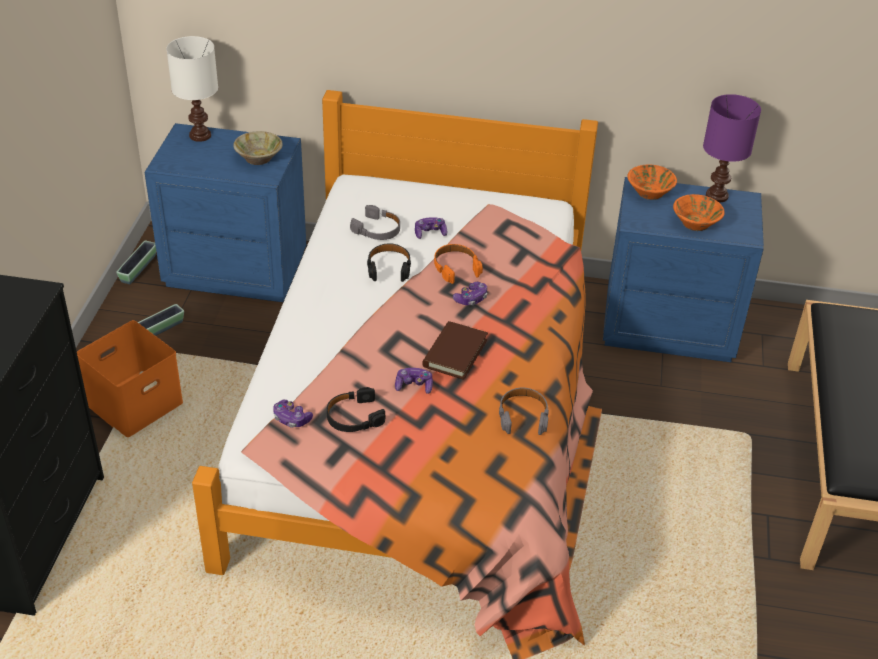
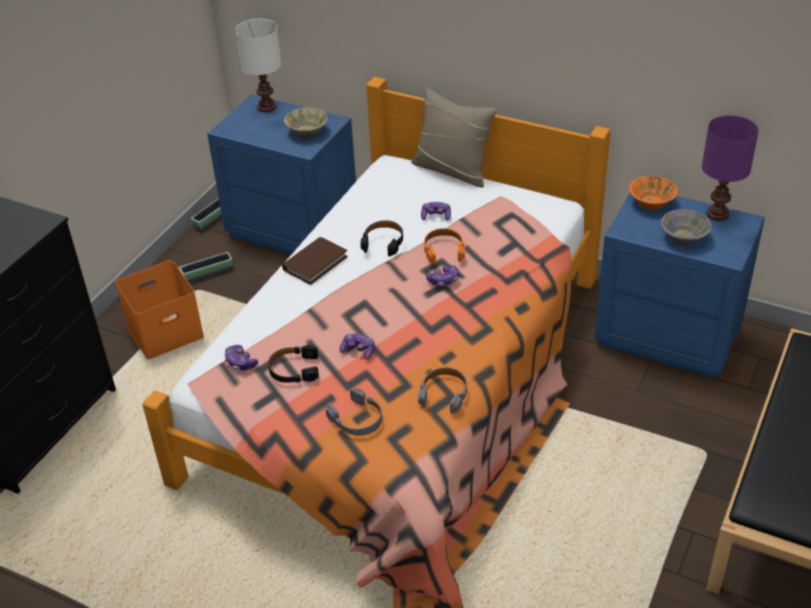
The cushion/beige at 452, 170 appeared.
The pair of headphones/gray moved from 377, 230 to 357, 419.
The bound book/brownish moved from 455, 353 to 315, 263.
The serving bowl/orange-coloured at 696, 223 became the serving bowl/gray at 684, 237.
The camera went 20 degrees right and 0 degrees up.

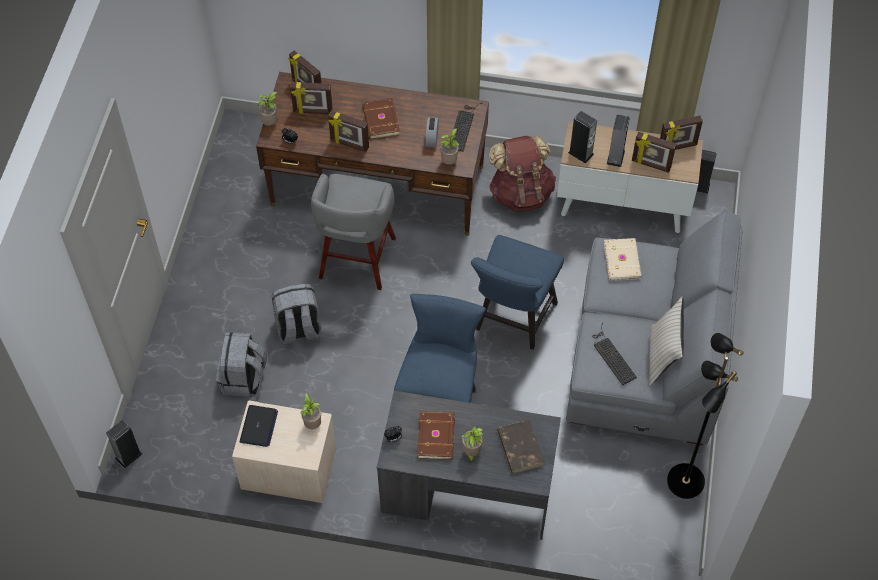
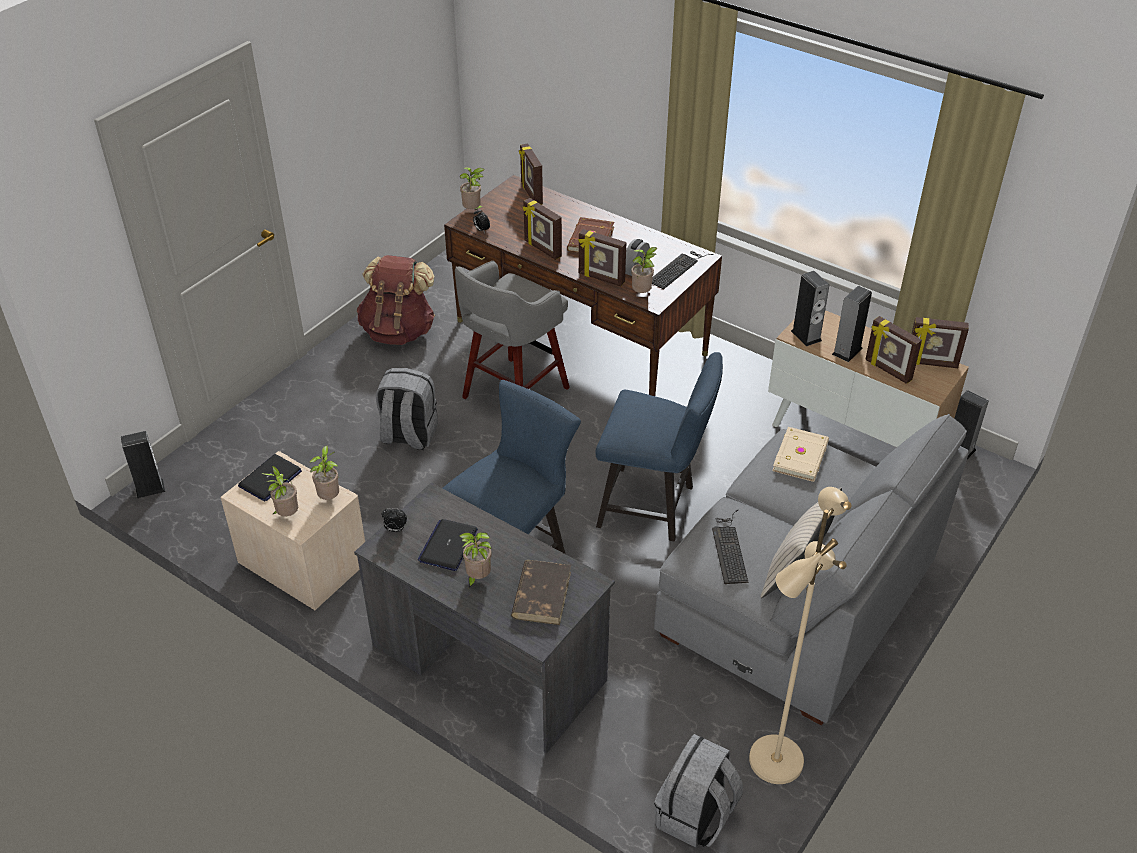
The houseplant at 286, 515 appeared.
The knapsack/gray moved from 244, 379 to 695, 816.
The photo frame moved from 313, 111 to 601, 278.
The knapsack/brownish moved from 521, 193 to 399, 331.
The bound book/brownish at 437, 436 was replaced by the notebook computer at 448, 545.
The floor lamp/black-coloured at 684, 481 became the floor lamp/beige at 774, 759.
The plain chair/blue-coloured at 513, 320 turned 120 degrees counterclockwise.
The camera went 25 degrees right and 15 degrees down.

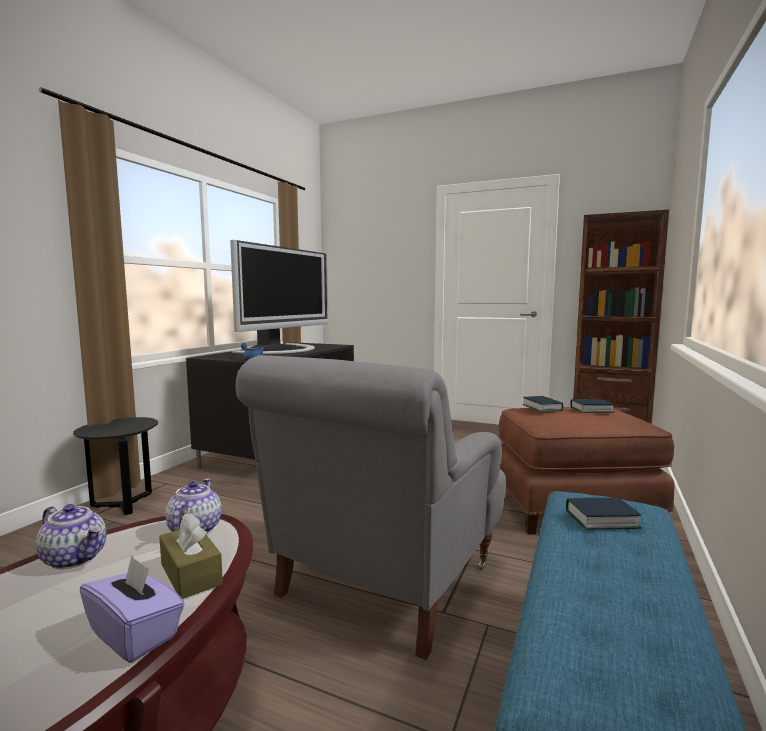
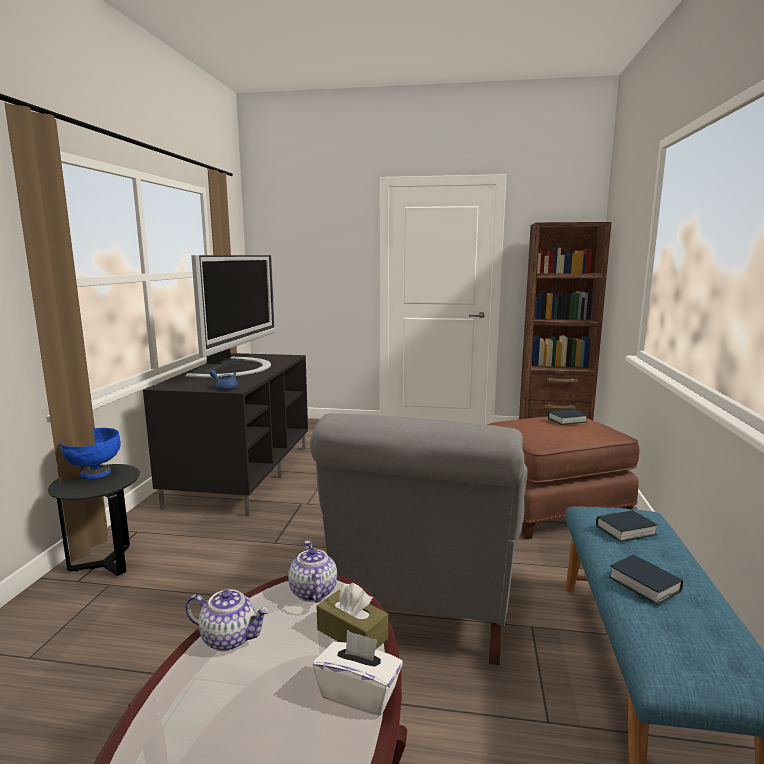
The serving bowl/blue-coloured at 94, 474 appeared.
The bound book moved from 542, 408 to 644, 584.
The box of tissues/purple at 135, 634 became the box of tissues/whitish at 359, 693.
The camera went 15 degrees left and 5 degrees up.

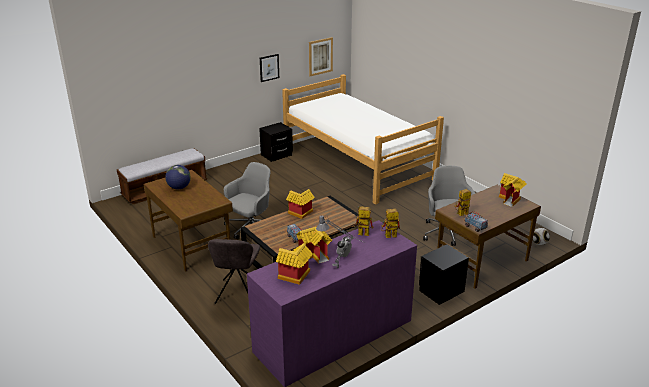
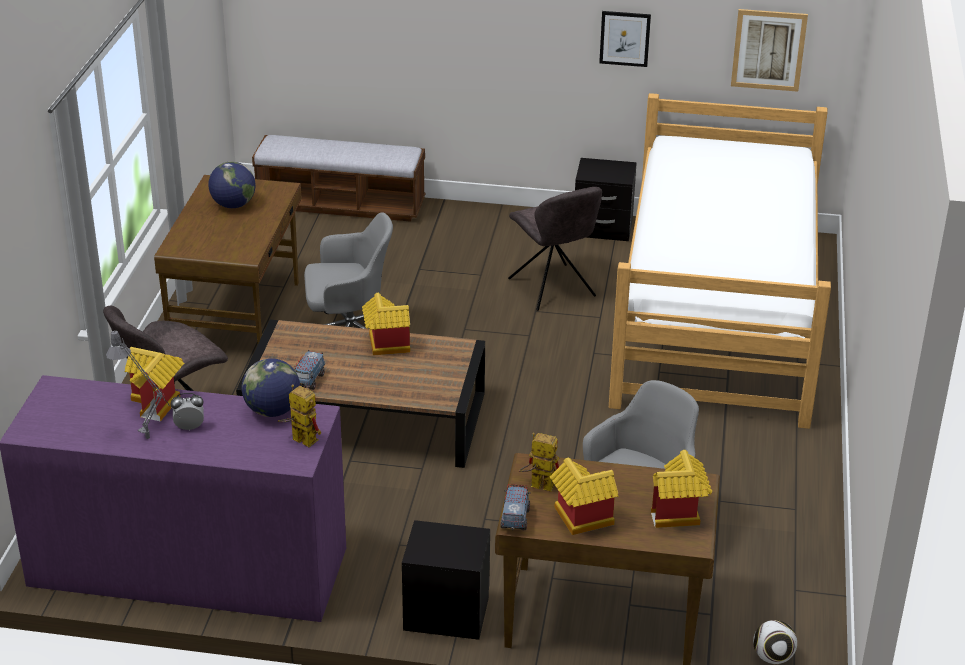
The plain chair/gray at 553, 289 appeared.
The toy house moved from 294, 277 to 579, 520.
The toy robot at 360, 234 was replaced by the world globe at 272, 411.
The camera went 45 degrees right and 5 degrees up.

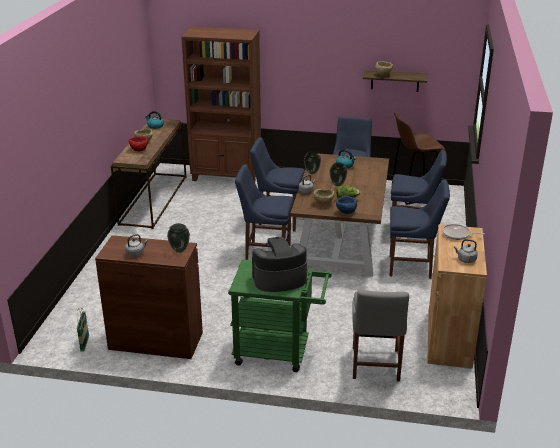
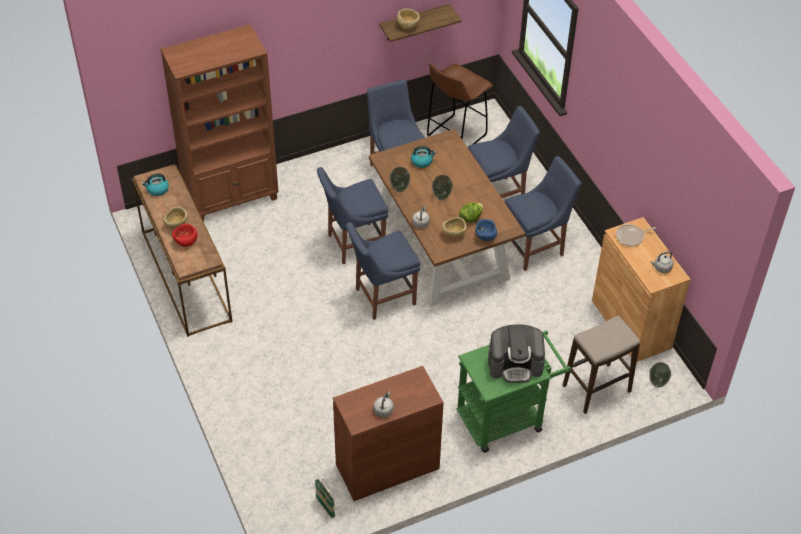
The flower vase moved from 180, 250 to 657, 383.
The plain chair/gray at 375, 366 was replaced by the stool seat at 597, 389.
The coffee brewer at 279, 279 turned 135 degrees counterclockwise.
The camera went 35 degrees left and 20 degrees up.

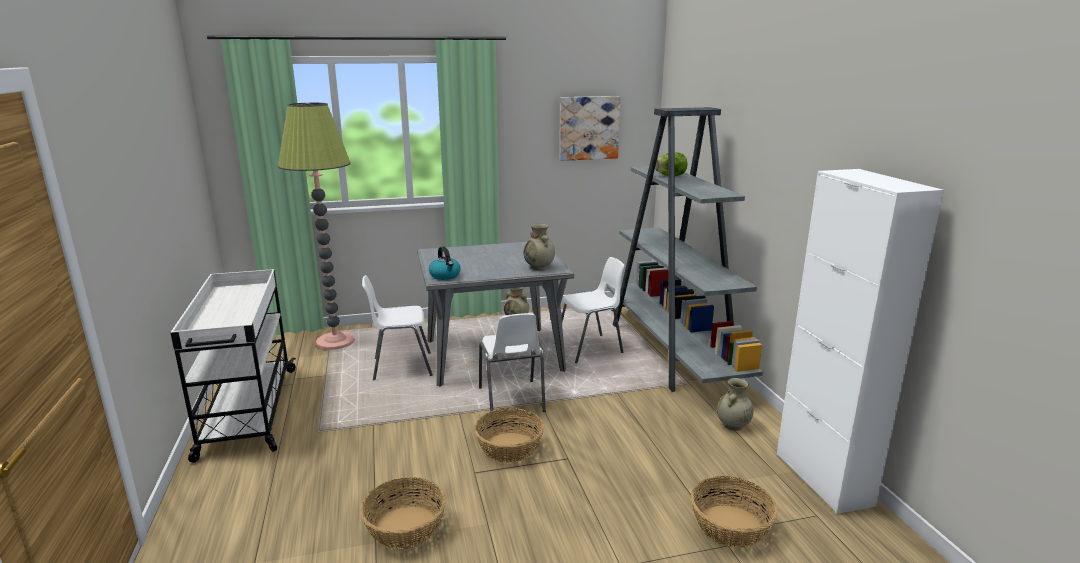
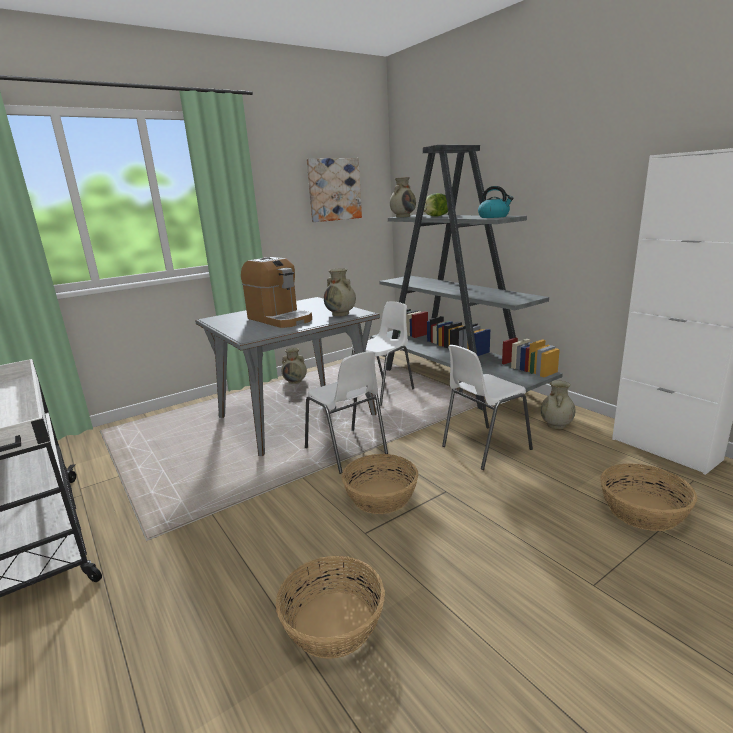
The floor lamp at 335, 342 disappeared.
The coffee brewer at 279, 319 appeared.
The flower vase/beige at 403, 216 appeared.
The plain chair/whitish moved from 401, 367 to 483, 448.
The kettle moved from 445, 276 to 494, 217.
The camera went 20 degrees left and 0 degrees up.

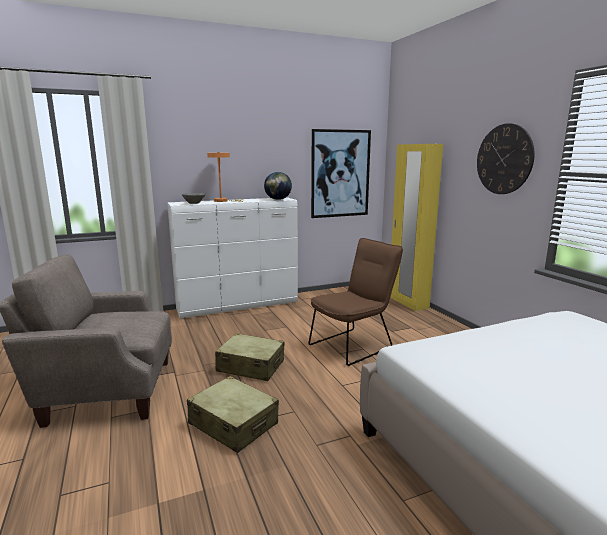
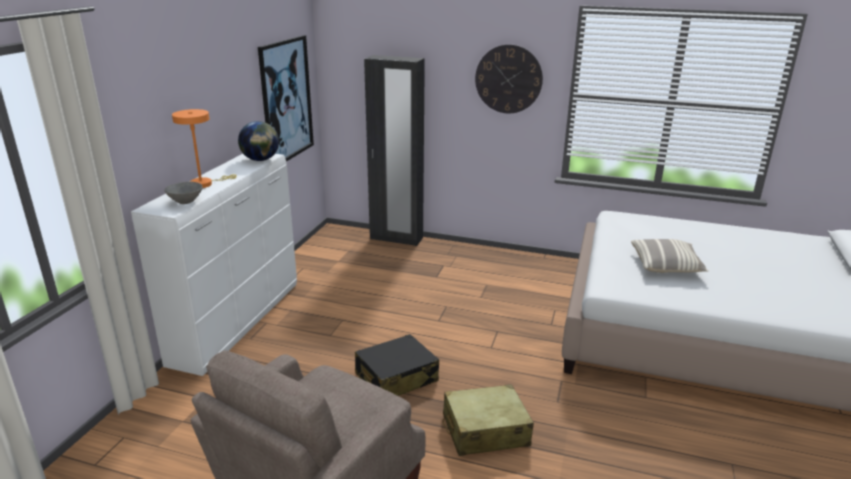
The plain chair/brownish at 354, 345 disappeared.
The cushion at 666, 266 appeared.
The suitcase/beige at 250, 366 became the suitcase/black-coloured at 396, 378.
The wardrobe/yellowish at 408, 302 became the wardrobe/black-coloured at 396, 238.
The camera went 50 degrees left and 10 degrees up.

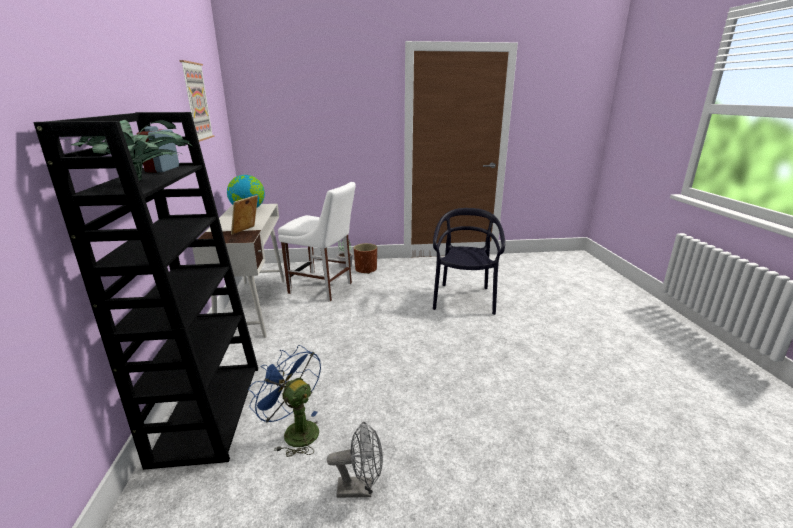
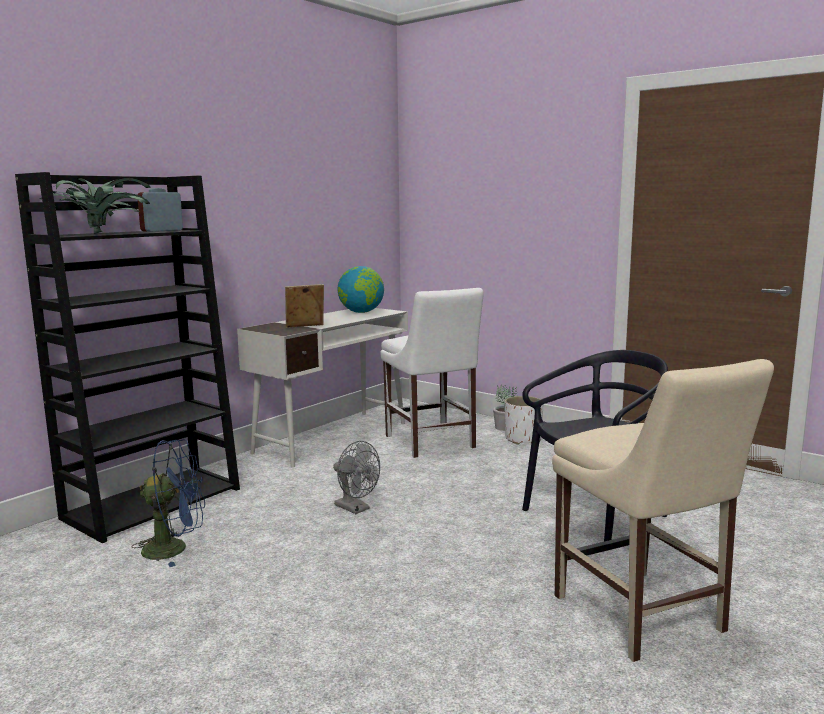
The wall art at 196, 102 disappeared.
The plain chair/beige at 642, 617 appeared.
The fan/gray moved from 361, 488 to 356, 509.
The flower pot/brownish at 366, 269 became the flower pot/whitish at 523, 439.
The fan/blue-coloured at 295, 431 turned 90 degrees clockwise.
The camera went 45 degrees right and 10 degrees down.

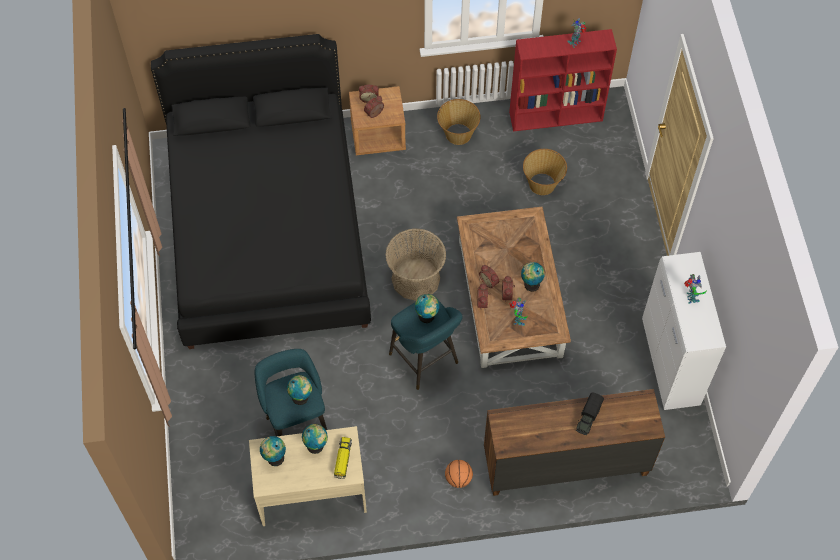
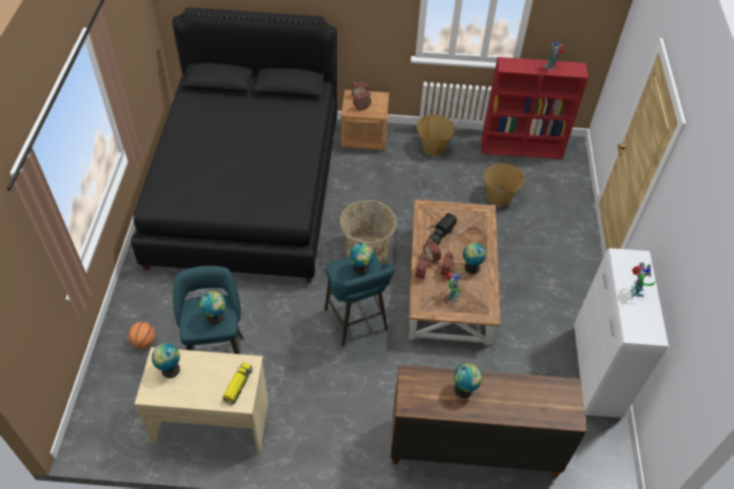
The world globe moved from 316, 445 to 465, 390.
The basketball ball moved from 458, 478 to 144, 342.
The toy lorry moved from 588, 418 to 441, 234.
The camera went 10 degrees right and 10 degrees down.

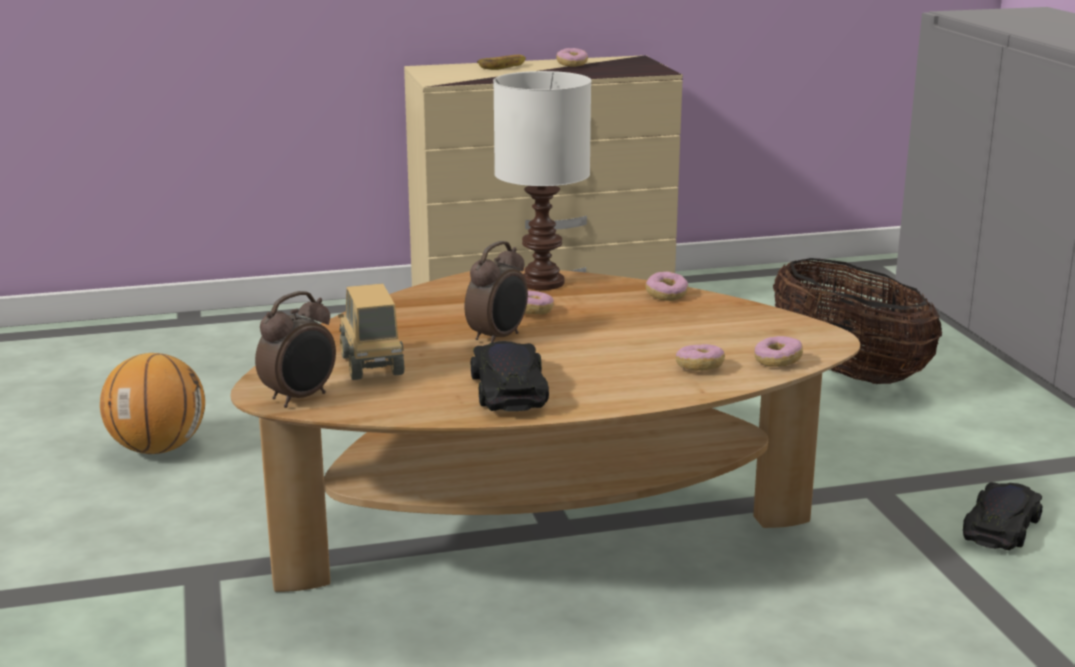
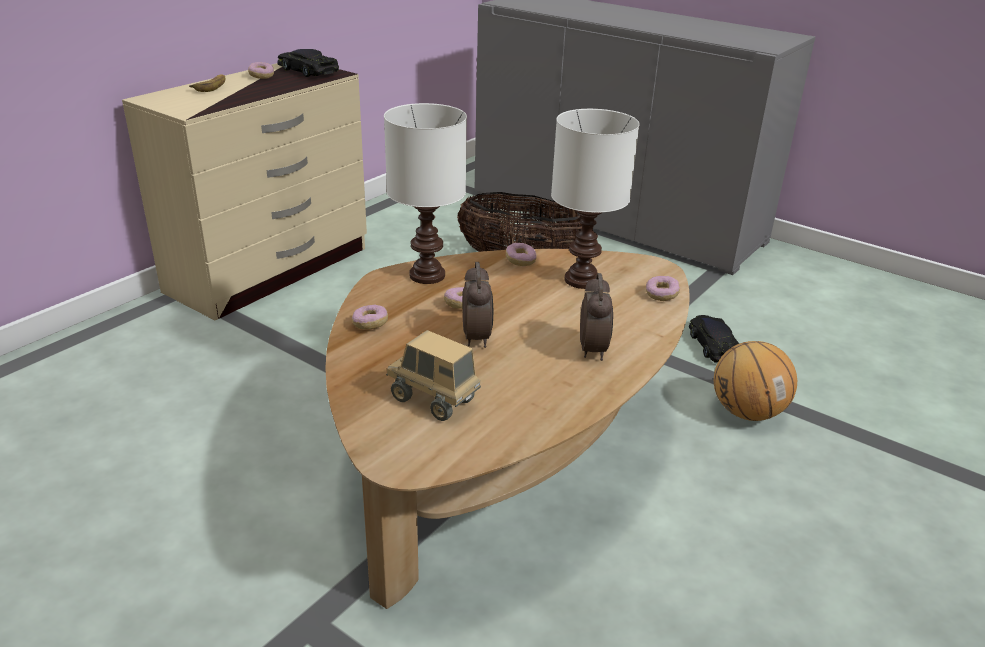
The lamp for a table/whitish at 582, 281 appeared.
The basketball ball moved from 158, 448 to 746, 412.
The table clock moved from 300, 398 to 593, 350.
The model car/black-coloured moved from 509, 388 to 307, 70.
The doughnut moved from 699, 367 to 370, 324.
The camera went 40 degrees left and 10 degrees up.

